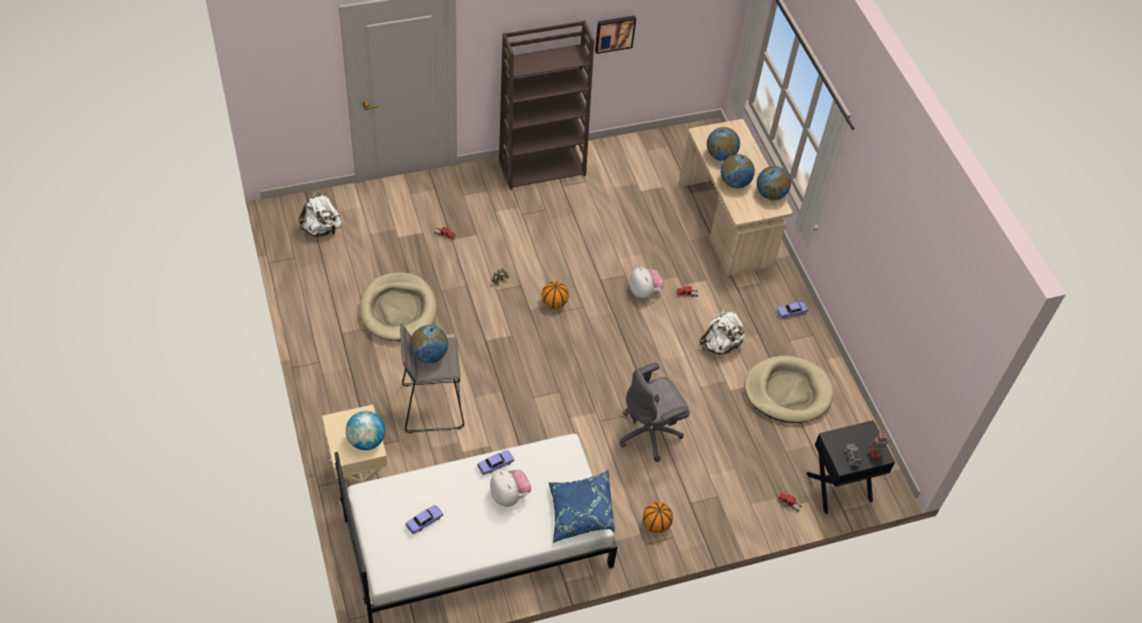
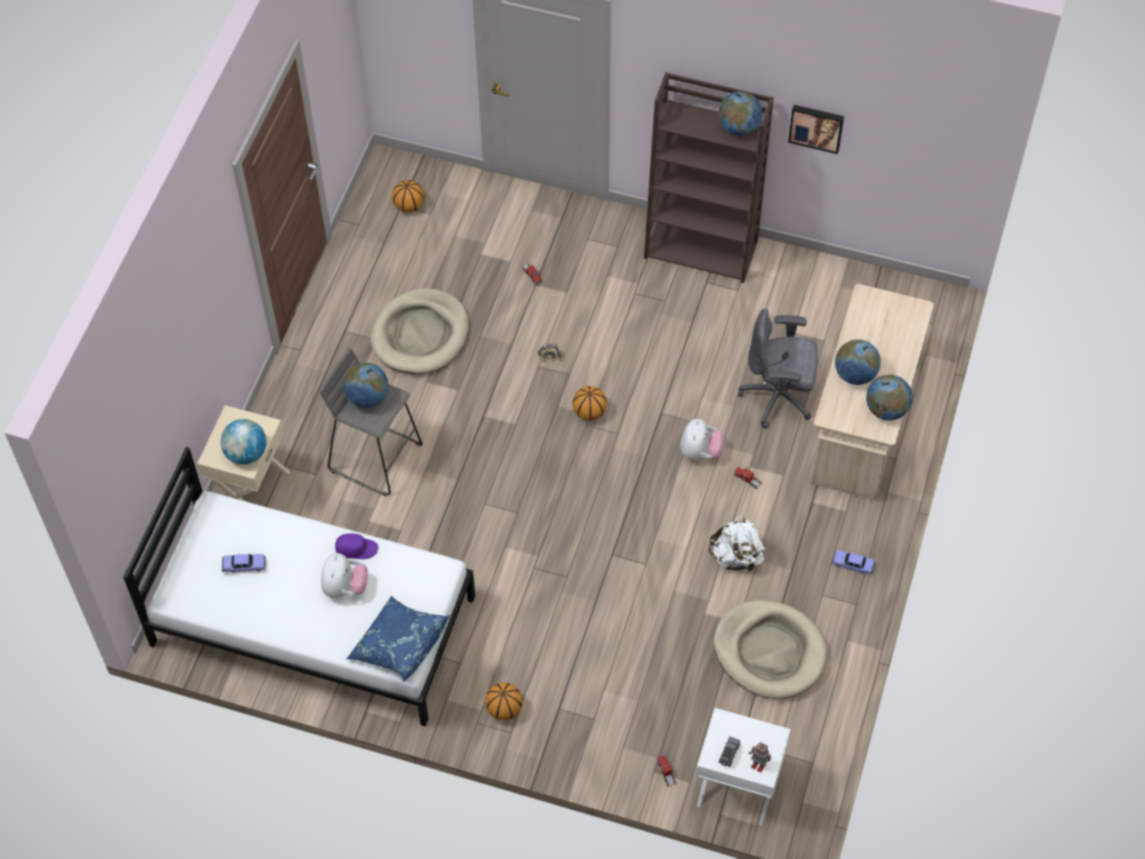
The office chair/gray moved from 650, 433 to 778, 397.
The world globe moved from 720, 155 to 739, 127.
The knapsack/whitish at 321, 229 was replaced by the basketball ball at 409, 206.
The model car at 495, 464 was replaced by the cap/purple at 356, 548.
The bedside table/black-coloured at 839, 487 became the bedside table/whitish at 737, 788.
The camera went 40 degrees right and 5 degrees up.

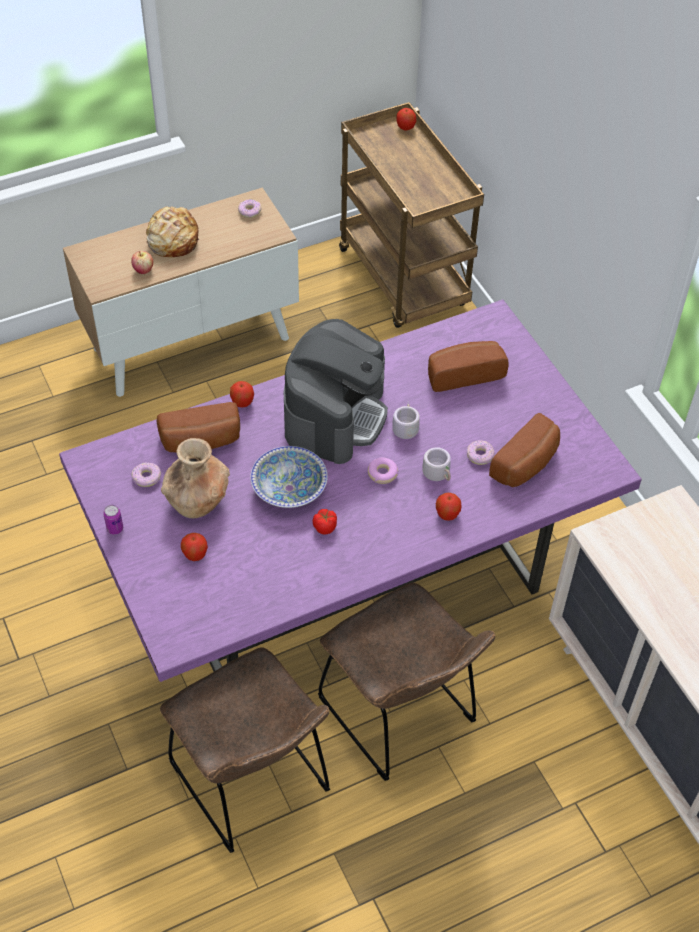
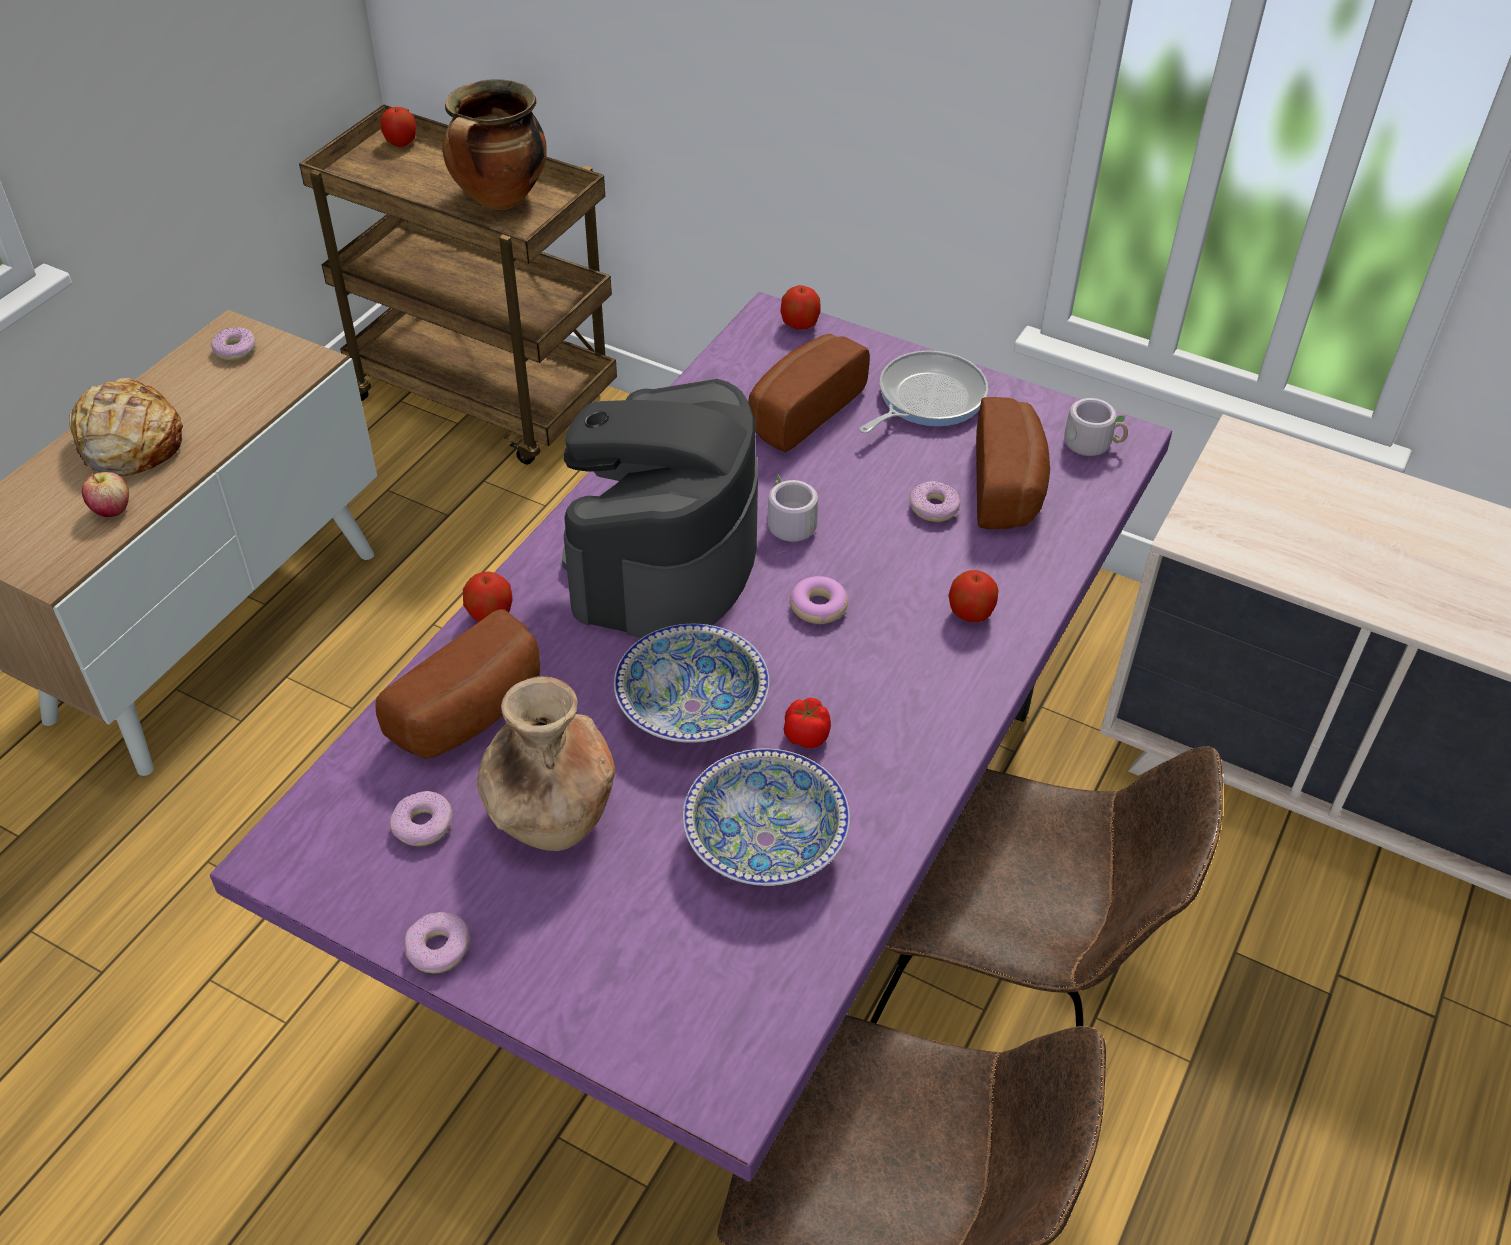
The cooking pot at 500, 199 appeared.
The serving bowl at 765, 840 appeared.
The skillet at 926, 399 appeared.
The apple moved from 195, 554 to 799, 325.
The coffee mug/gray moved from 439, 473 to 1093, 443.
The metal can at 115, 528 was replaced by the doughnut at 438, 948.
The coffee brewer at 335, 415 turned 150 degrees counterclockwise.
The camera went 35 degrees left and 5 degrees down.

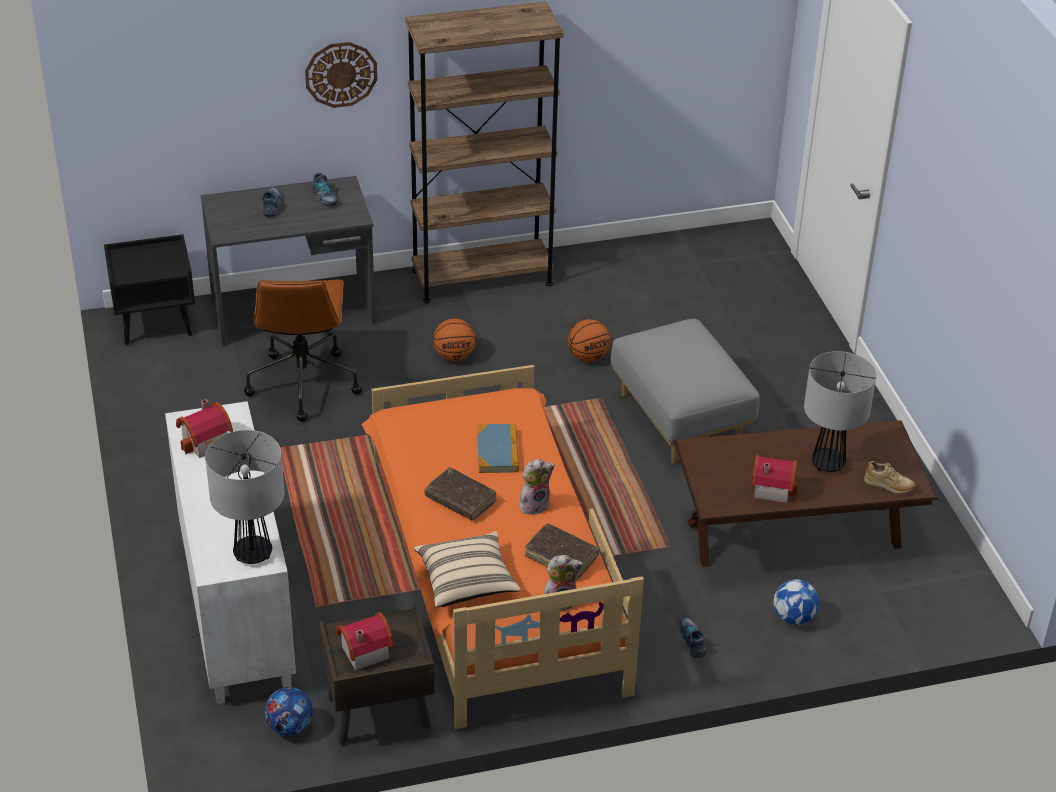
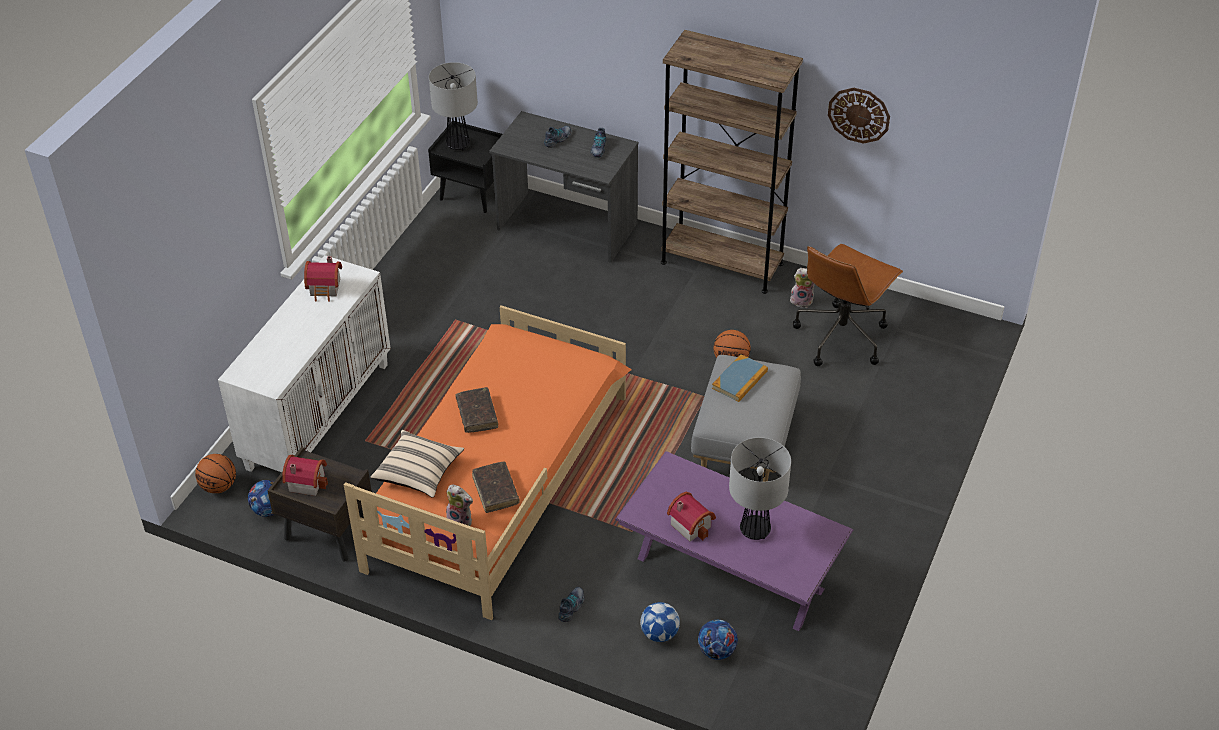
The item of footwear/beige at 888, 486 disappeared.
The football at 717, 651 appeared.
The lamp for a table moved from 252, 553 to 458, 144.
The office chair/brownish moved from 303, 382 to 841, 336.
The hanging clock moved from 341, 74 to 859, 115.
The basketball ball moved from 454, 356 to 219, 486.
The bound book moved from 497, 451 to 740, 380.
The cuddly toy moved from 534, 504 to 802, 300.
The low table/brownish at 794, 533 became the low table/purple at 730, 573.
The camera went 40 degrees right and 5 degrees up.

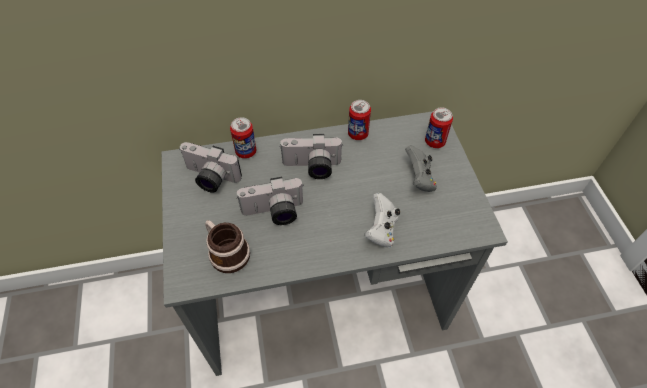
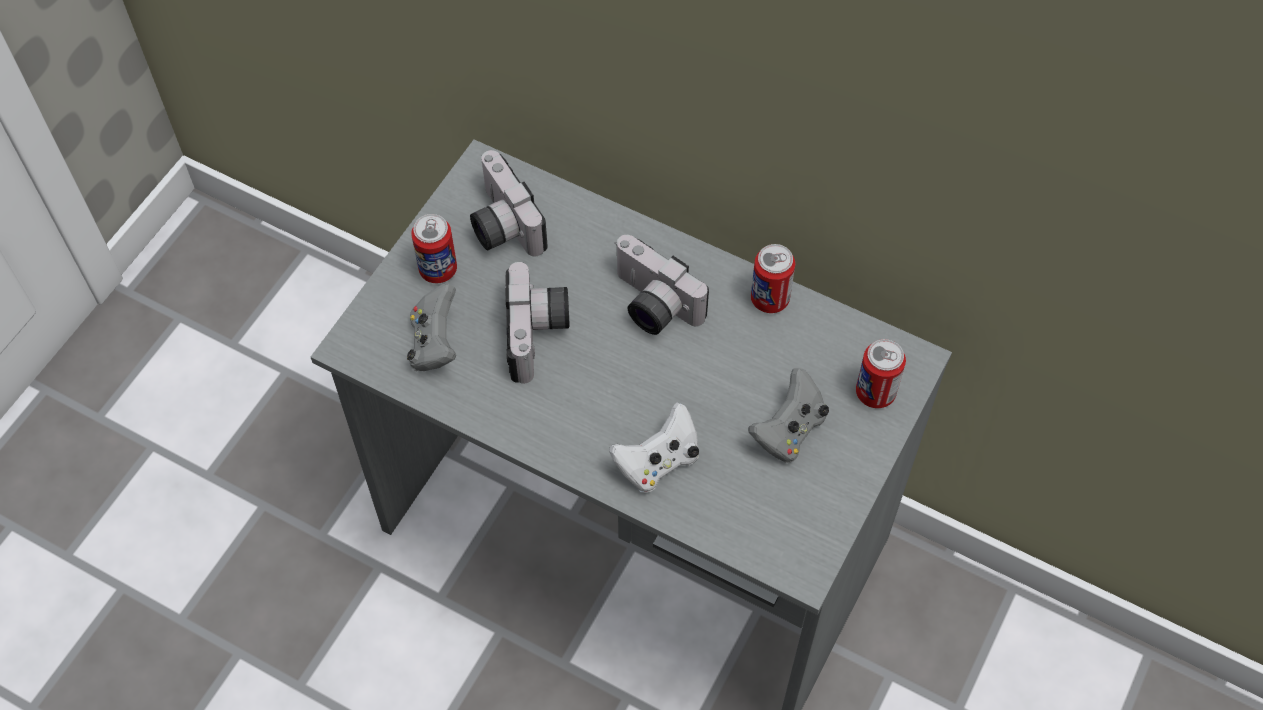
The metal can moved from 246, 152 to 438, 269.
The coffee mug at 226, 252 was replaced by the gamepad/gray at 435, 344.
The still camera at 274, 213 turned 120 degrees counterclockwise.
The camera went 40 degrees right and 5 degrees up.

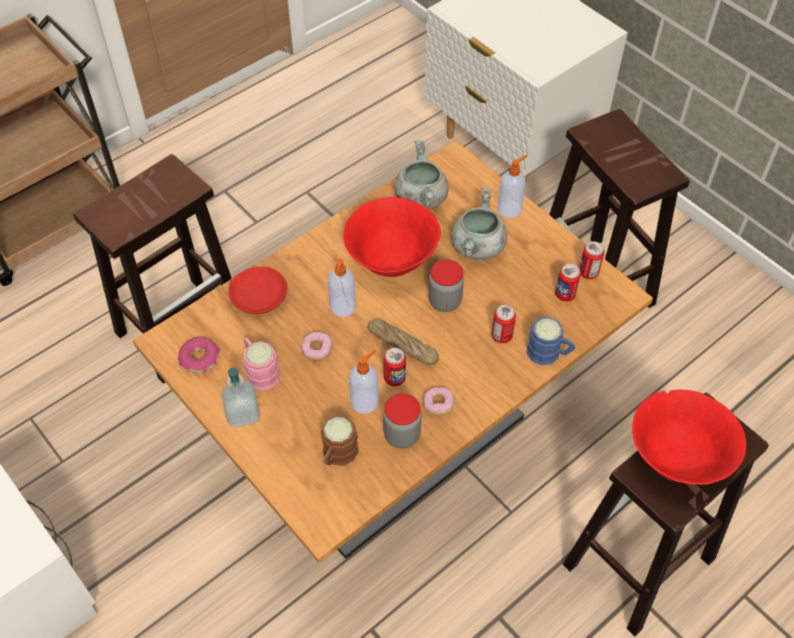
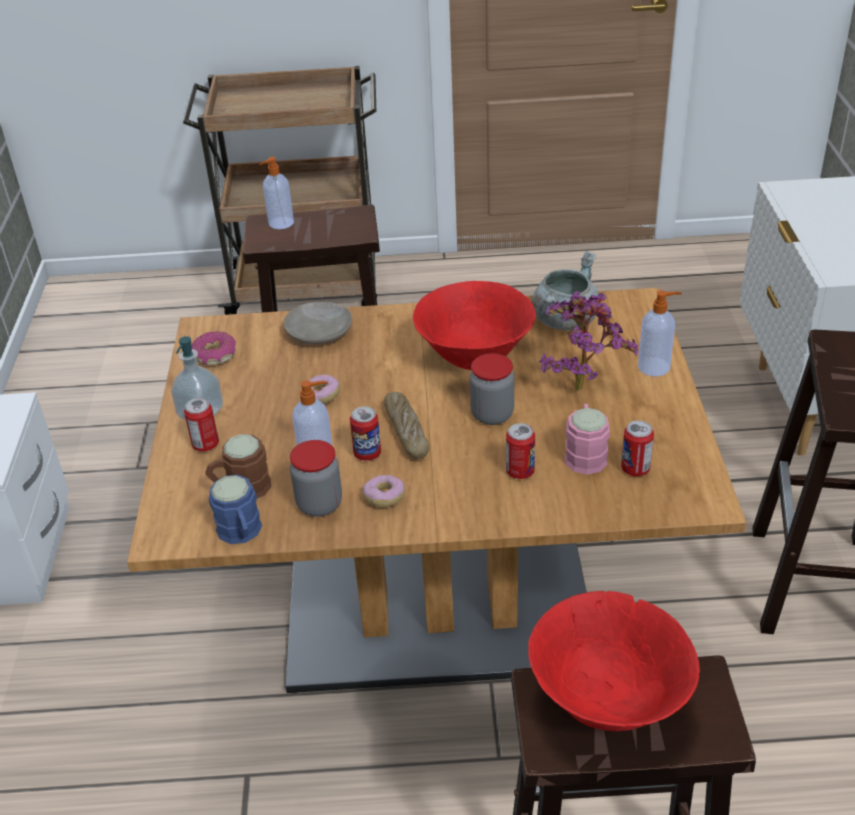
The coffee mug/pink moved from 260, 371 to 585, 453.
The soap dispenser moved from 342, 307 to 280, 223.
The coffee mug/blue-coloured moved from 549, 354 to 241, 533.
The metal can moved from 588, 272 to 205, 445.
The cooking pot/gray at 478, 247 was replaced by the houseplant at 581, 385.
The dinner plate/reddish at 259, 296 became the dinner plate/beige at 320, 332.
The camera went 40 degrees right and 15 degrees down.

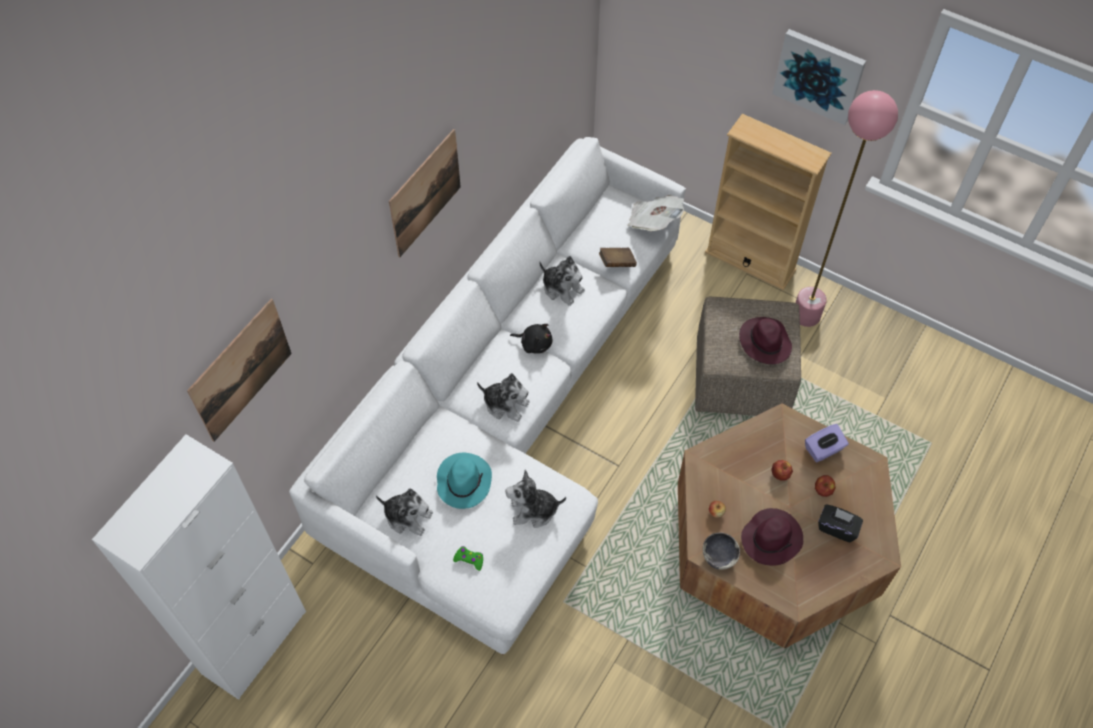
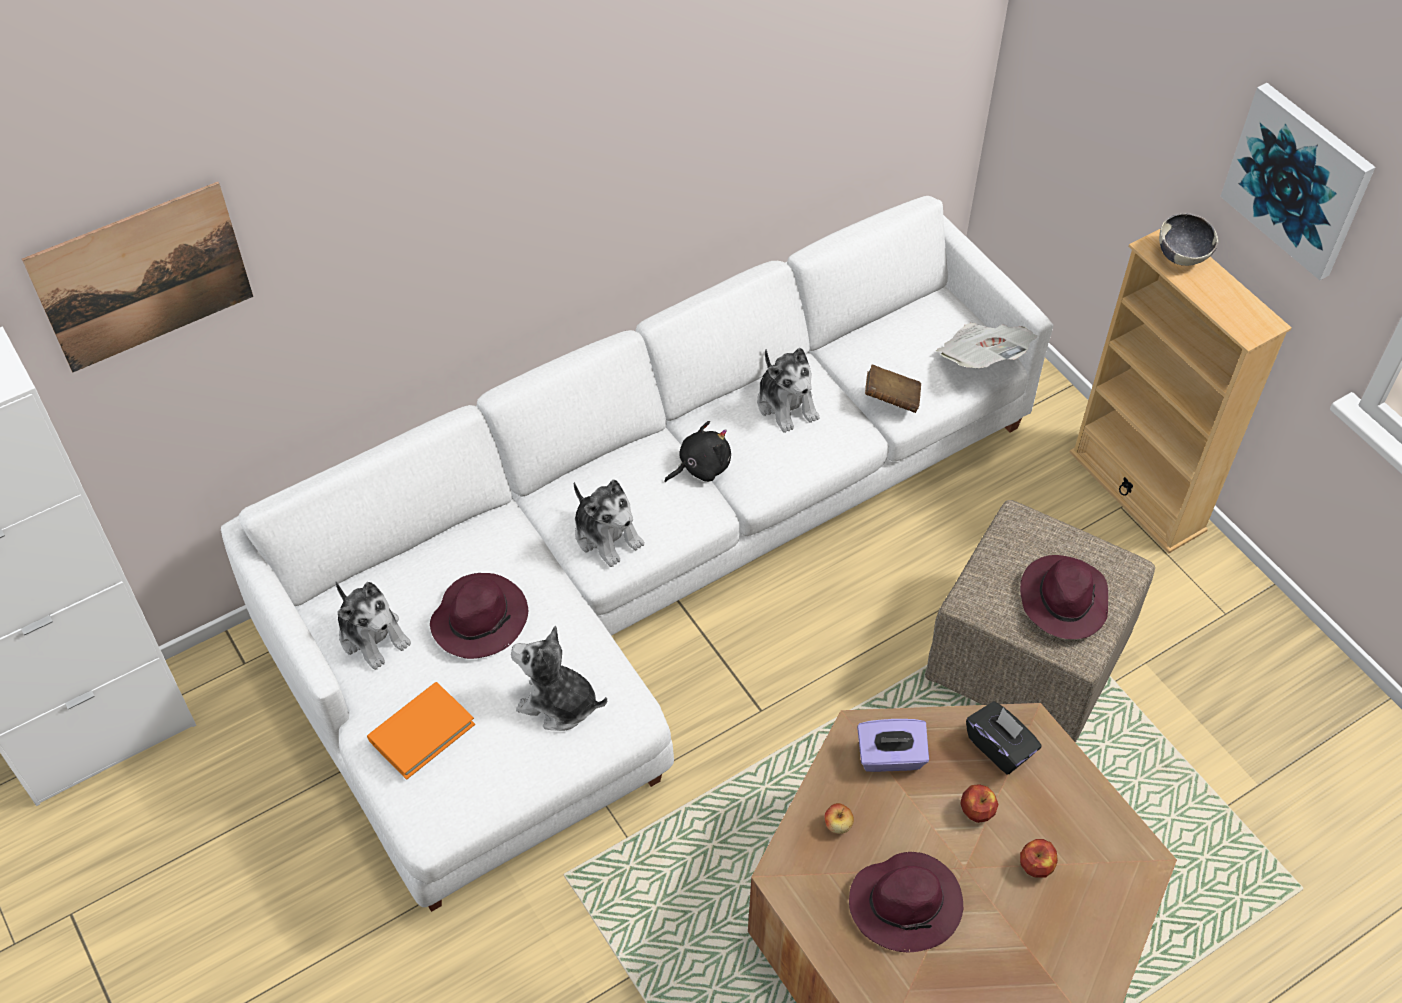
The wall art at 425, 193 disappeared.
The floor lamp/pink at 806, 315 disappeared.
The serving bowl moved from 719, 557 to 1182, 256.
The box of tissues/purple moved from 823, 450 to 890, 757.
The box of tissues/black-coloured moved from 837, 528 to 999, 747.
The gamepad/green at 469, 559 was replaced by the bound book/orange-coloured at 422, 732.
The clothing hat/blue-green at 463, 481 became the clothing hat/purple at 480, 618.
The cuddly toy/black-coloured at 534, 343 turned 75 degrees counterclockwise.
The camera went 25 degrees right and 5 degrees down.

